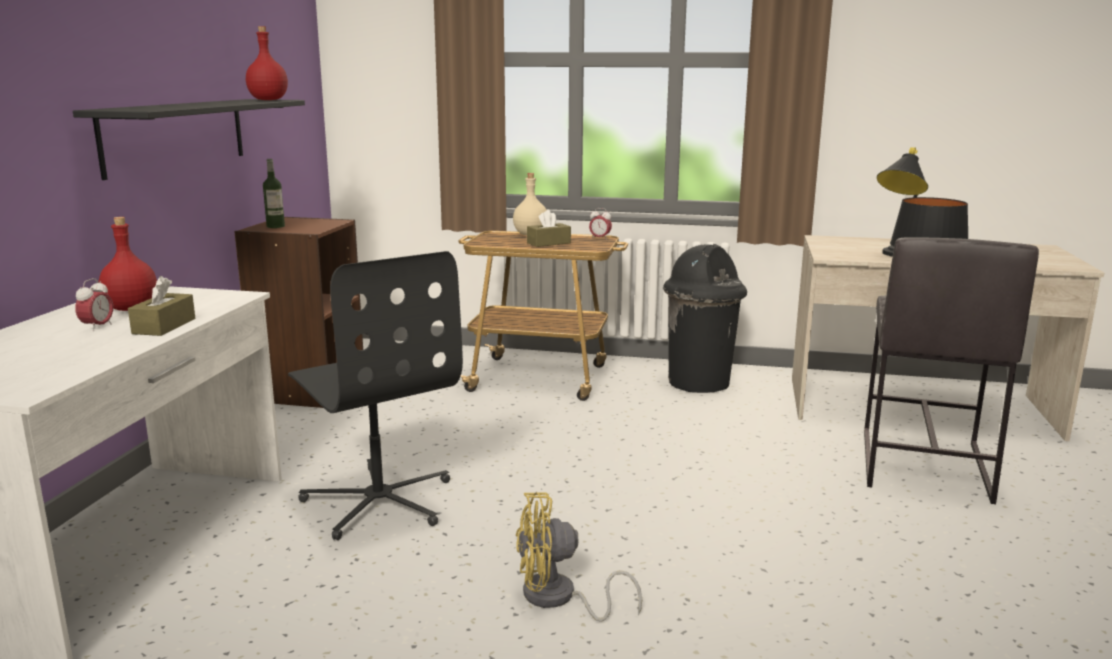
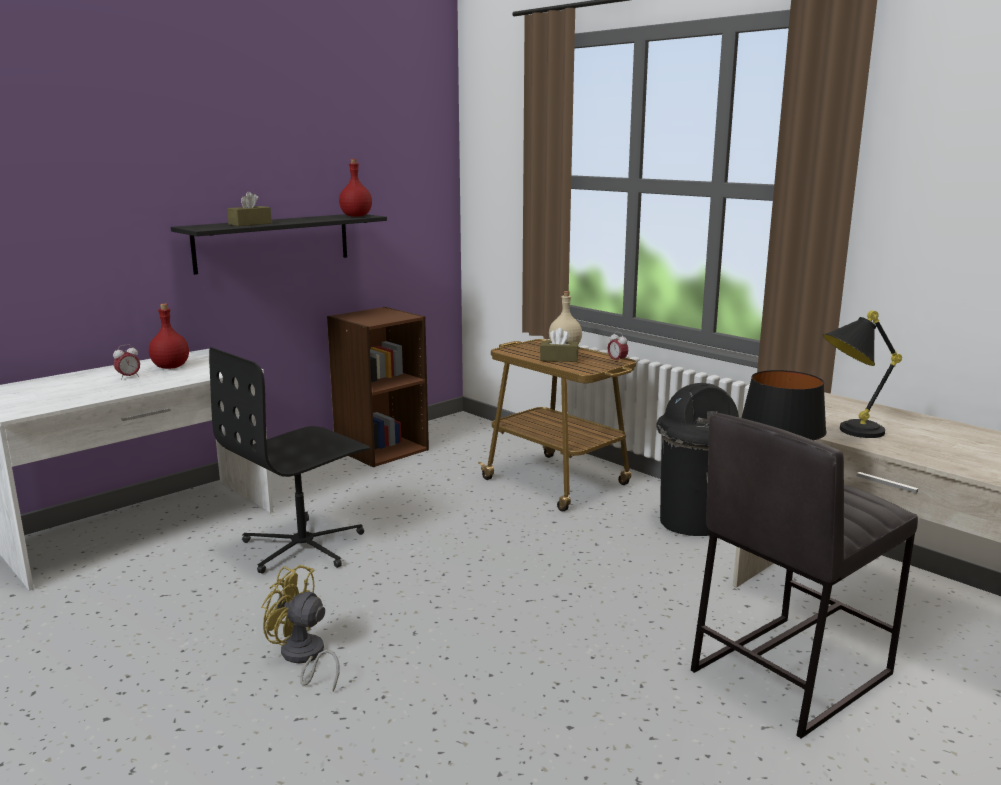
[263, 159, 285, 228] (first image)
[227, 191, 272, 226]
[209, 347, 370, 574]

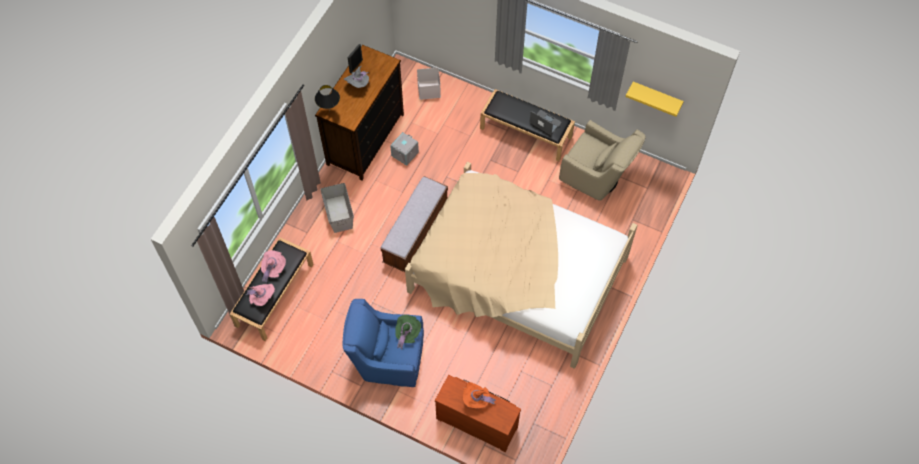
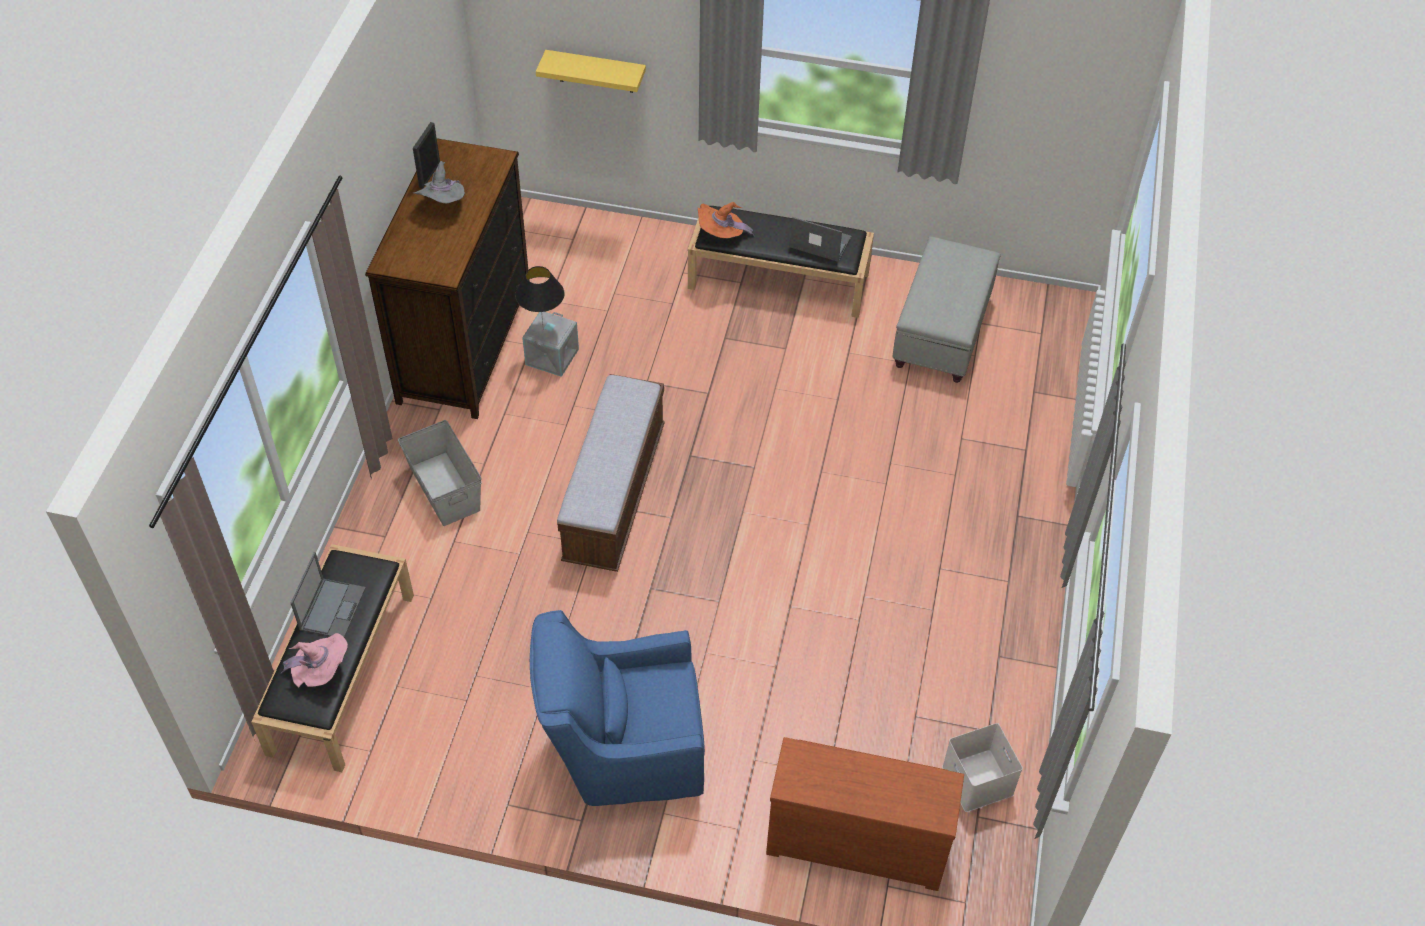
[395, 315, 421, 350] (first image)
[405, 162, 638, 369] (first image)
[515, 266, 565, 330]
[942, 723, 1023, 812]
[697, 202, 754, 239]
[536, 50, 646, 93]
[291, 552, 366, 638]
[893, 237, 1001, 383]

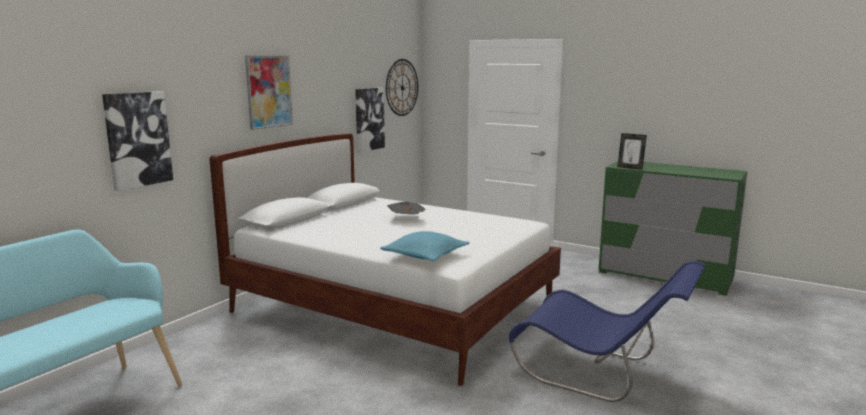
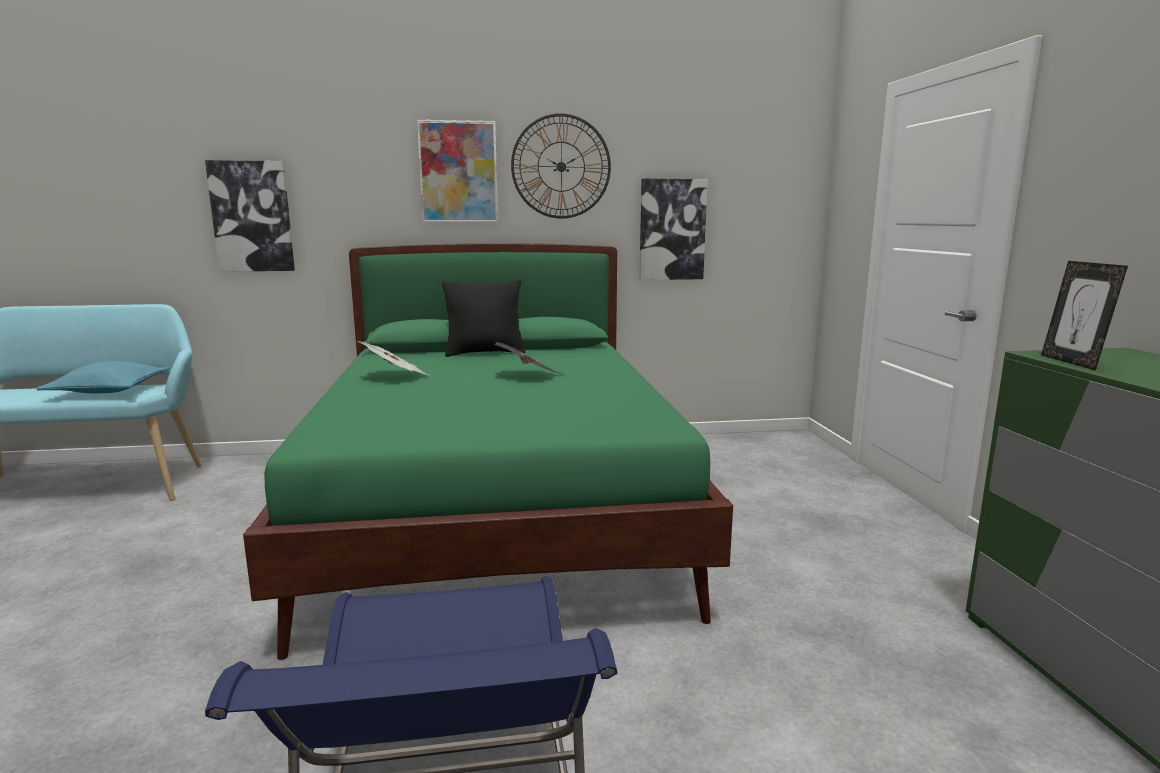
[358, 341, 430, 376]
[442, 280, 525, 357]
[37, 361, 169, 393]
[511, 113, 611, 219]
[243, 243, 733, 660]

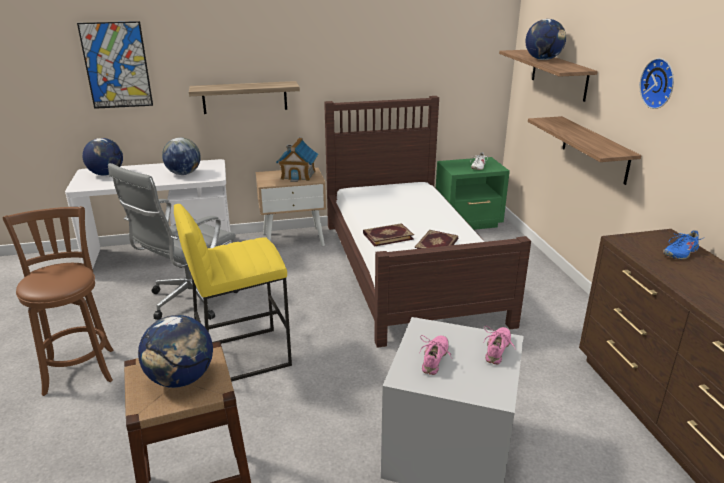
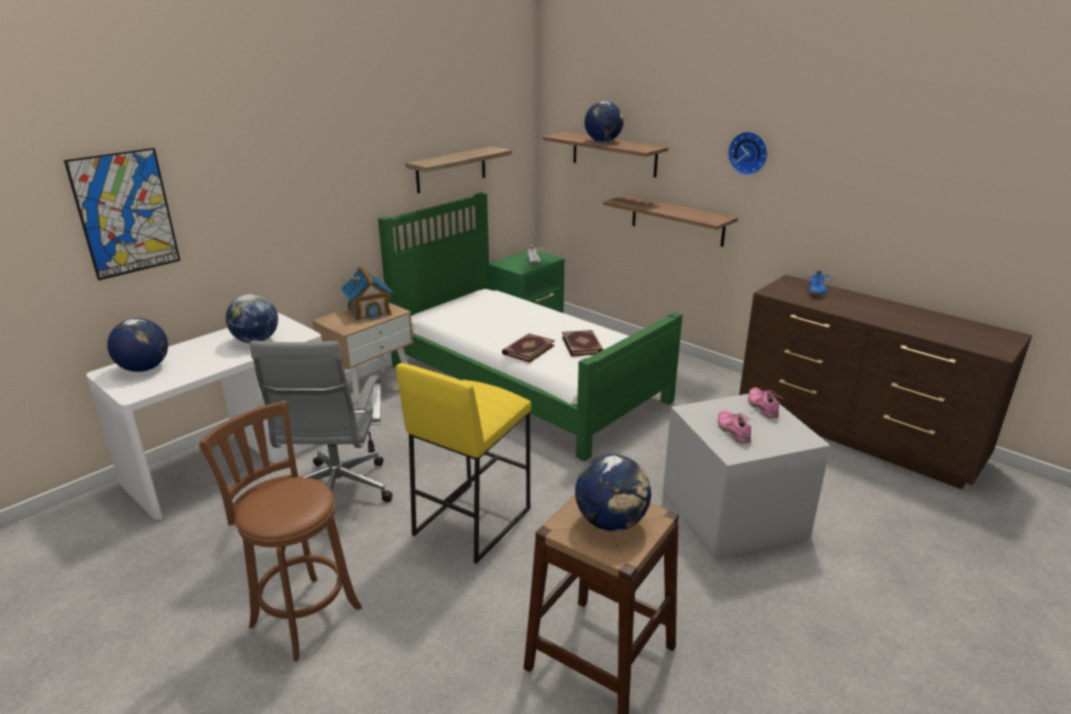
[406, 146, 512, 193]
[378, 193, 683, 462]

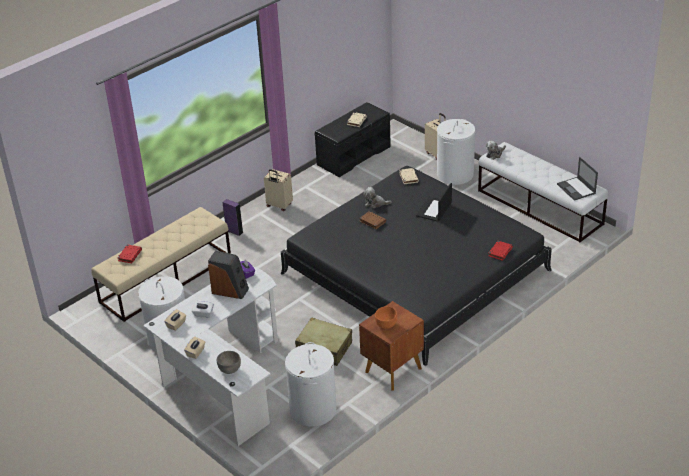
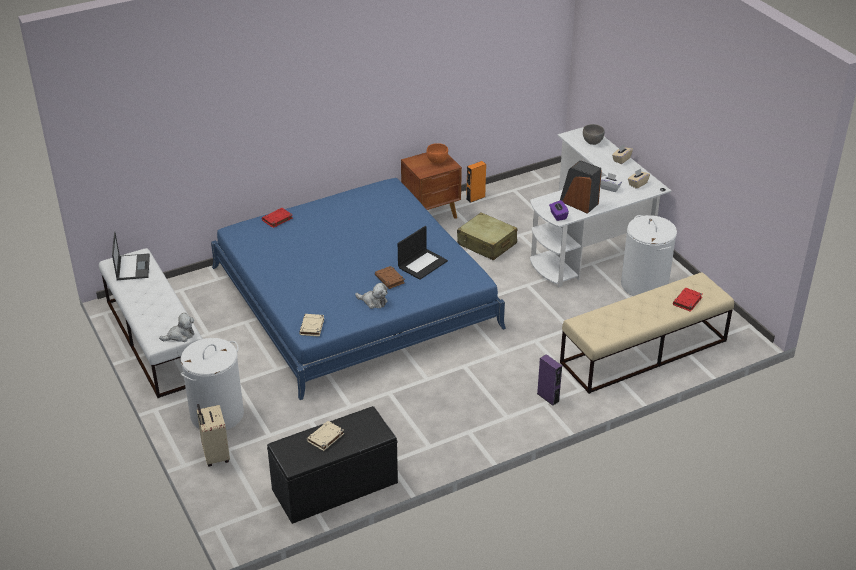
[264, 169, 293, 211] (first image)
[285, 342, 336, 427] (first image)
[466, 161, 486, 203]
[398, 226, 448, 280]
[211, 178, 506, 400]

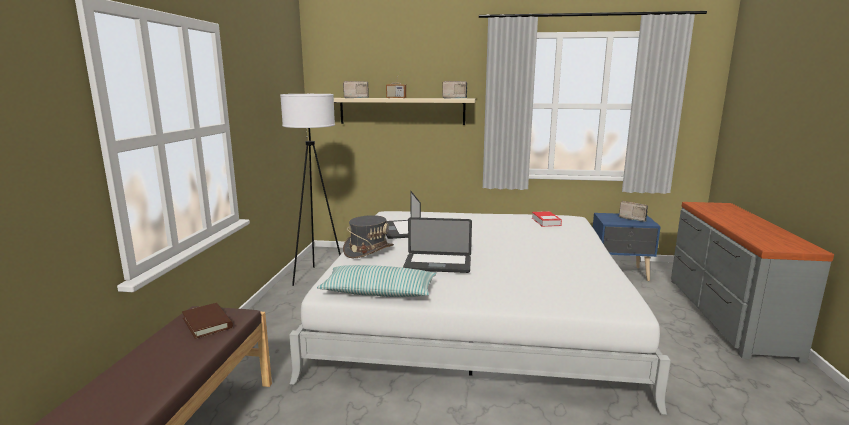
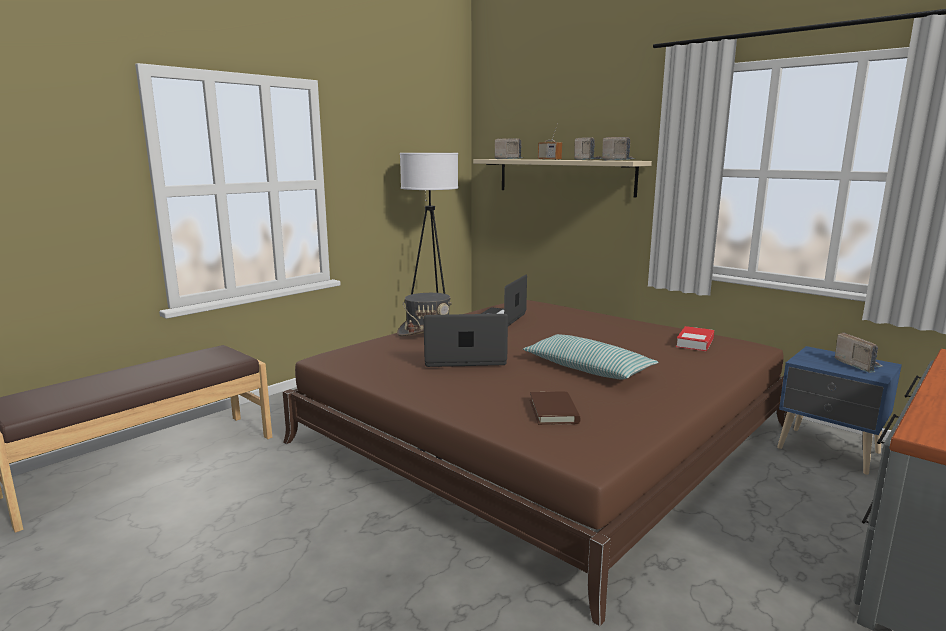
[574, 137, 602, 160]
[530, 391, 581, 425]
[523, 334, 658, 380]
[283, 300, 787, 626]
[424, 314, 508, 367]

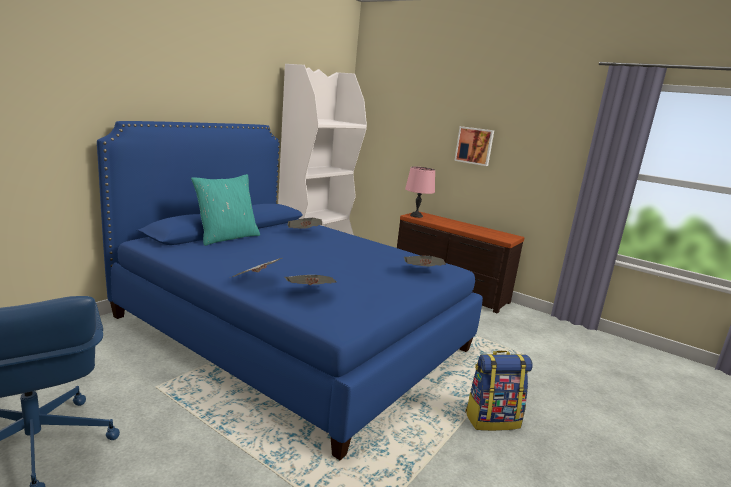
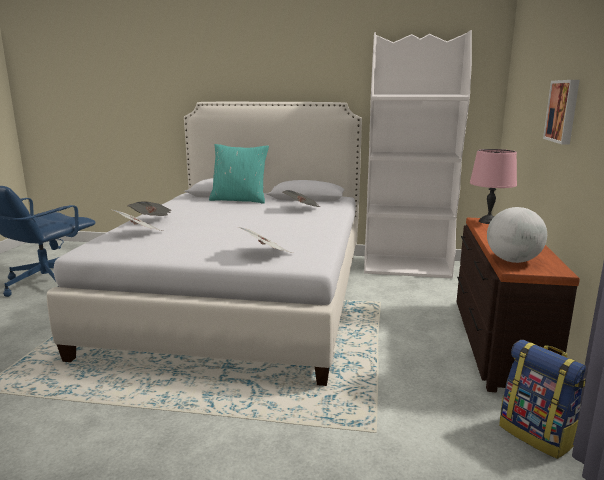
[487, 207, 547, 263]
[499, 340, 586, 459]
[47, 102, 362, 386]

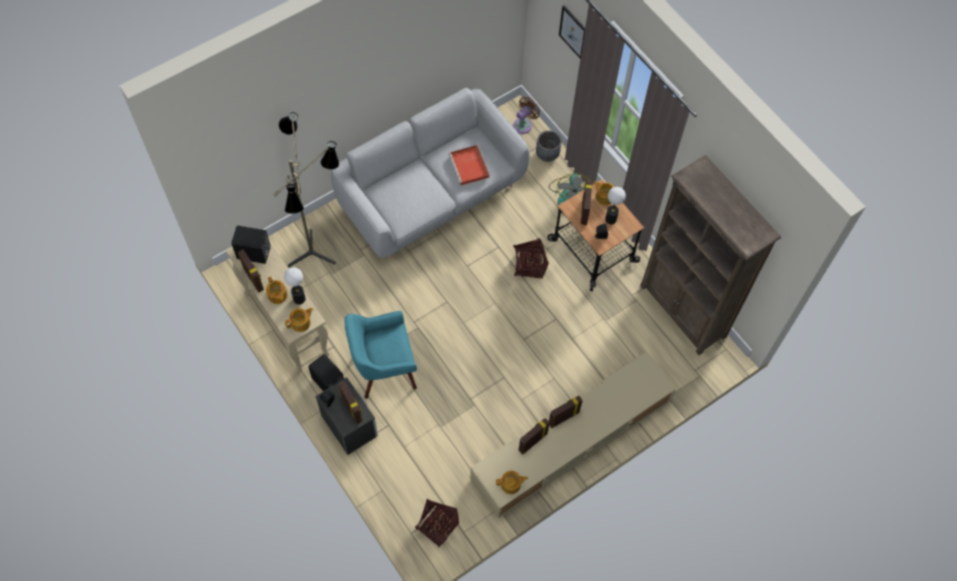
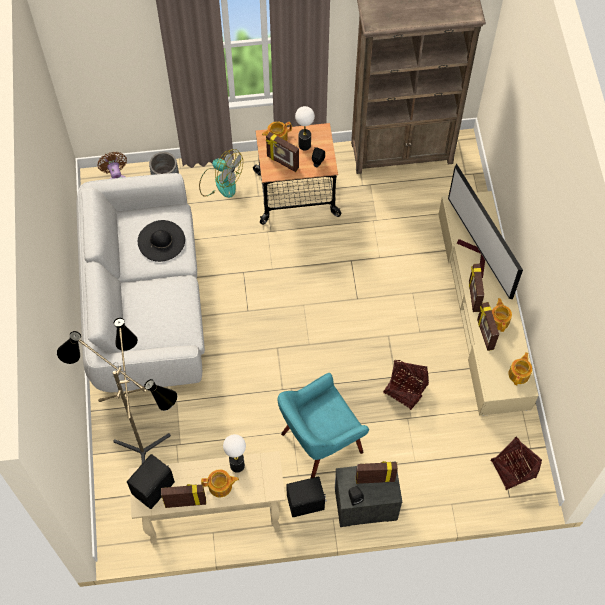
[559, 5, 585, 58] (first image)
[448, 164, 523, 299]
[492, 298, 512, 332]
[383, 360, 429, 410]
[138, 220, 185, 262]
[278, 373, 369, 478]

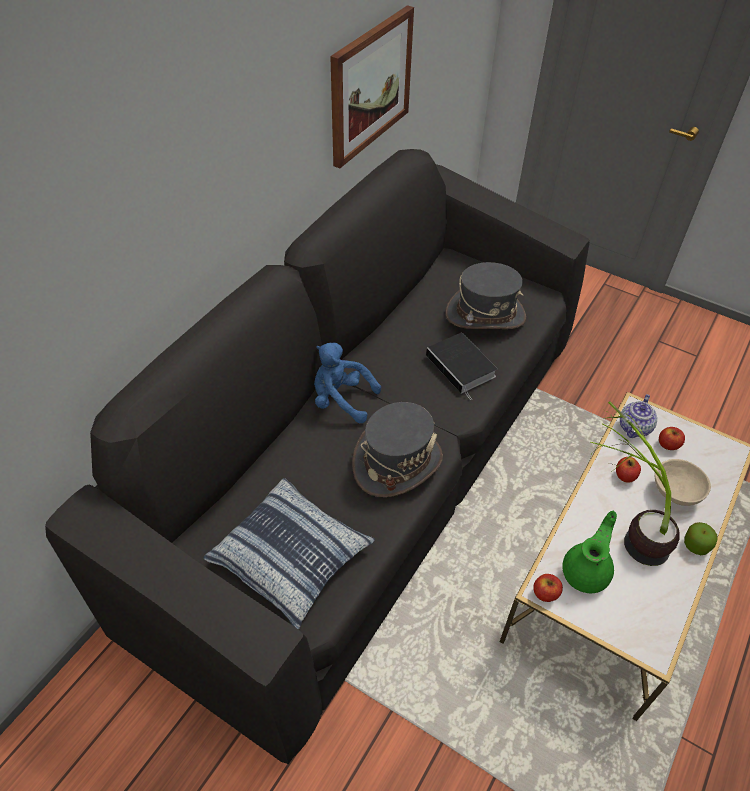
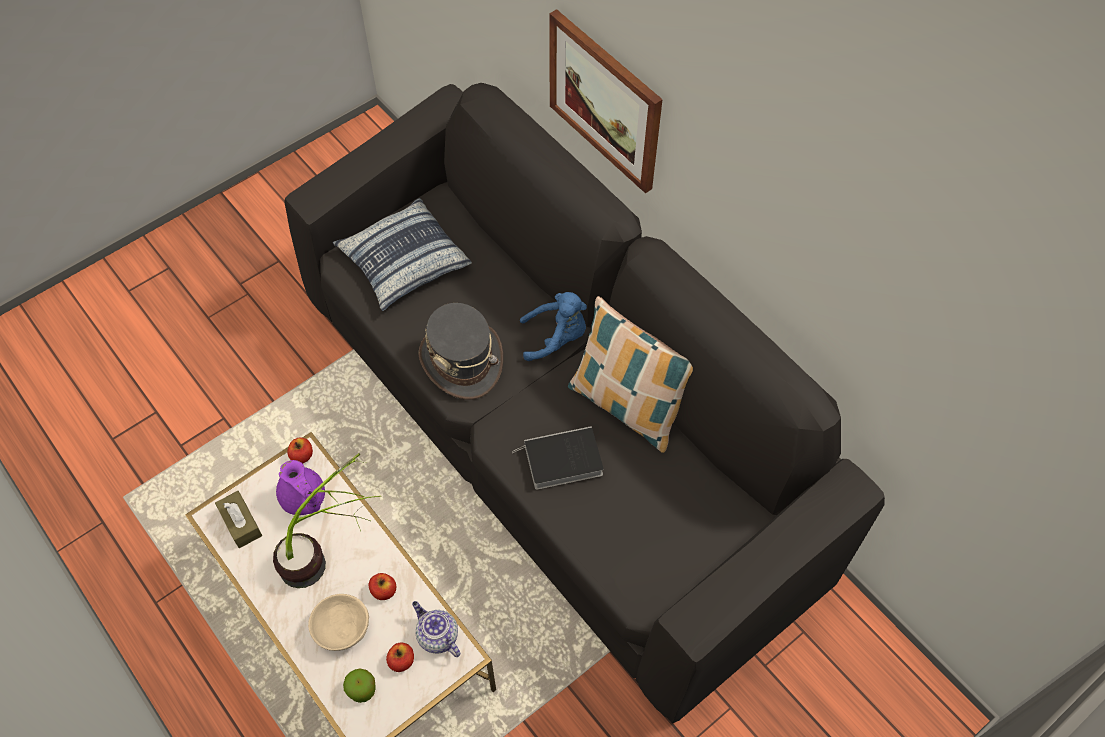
[445, 262, 526, 329] (first image)
[215, 491, 262, 548]
[568, 296, 693, 453]
[549, 9, 663, 193]
[343, 668, 376, 703]
[276, 460, 325, 515]
[520, 292, 587, 361]

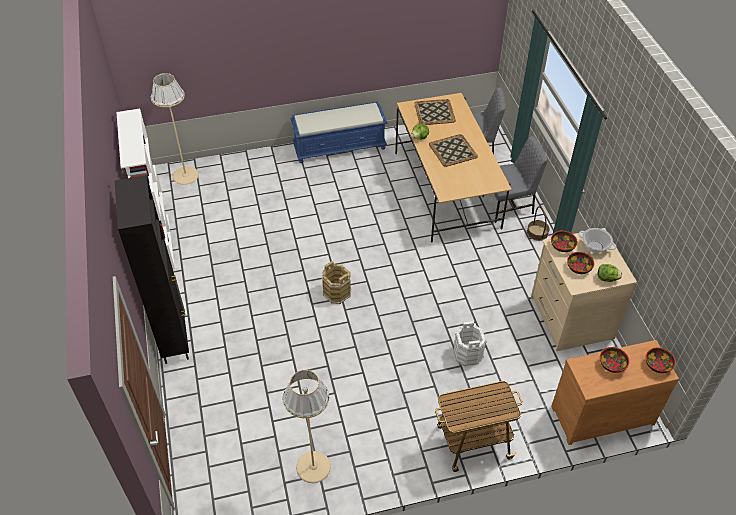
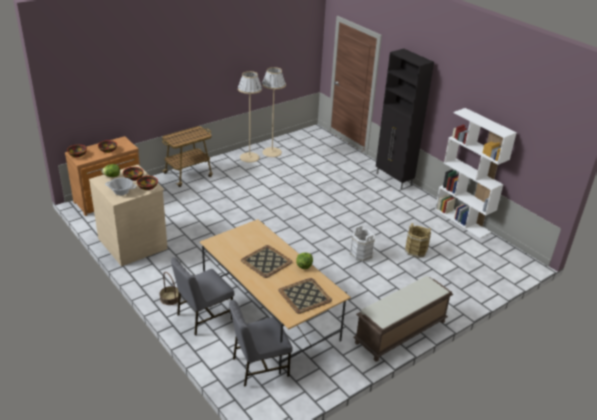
[238, 71, 262, 162]
[405, 223, 431, 258]
[350, 225, 376, 261]
[353, 276, 453, 362]

